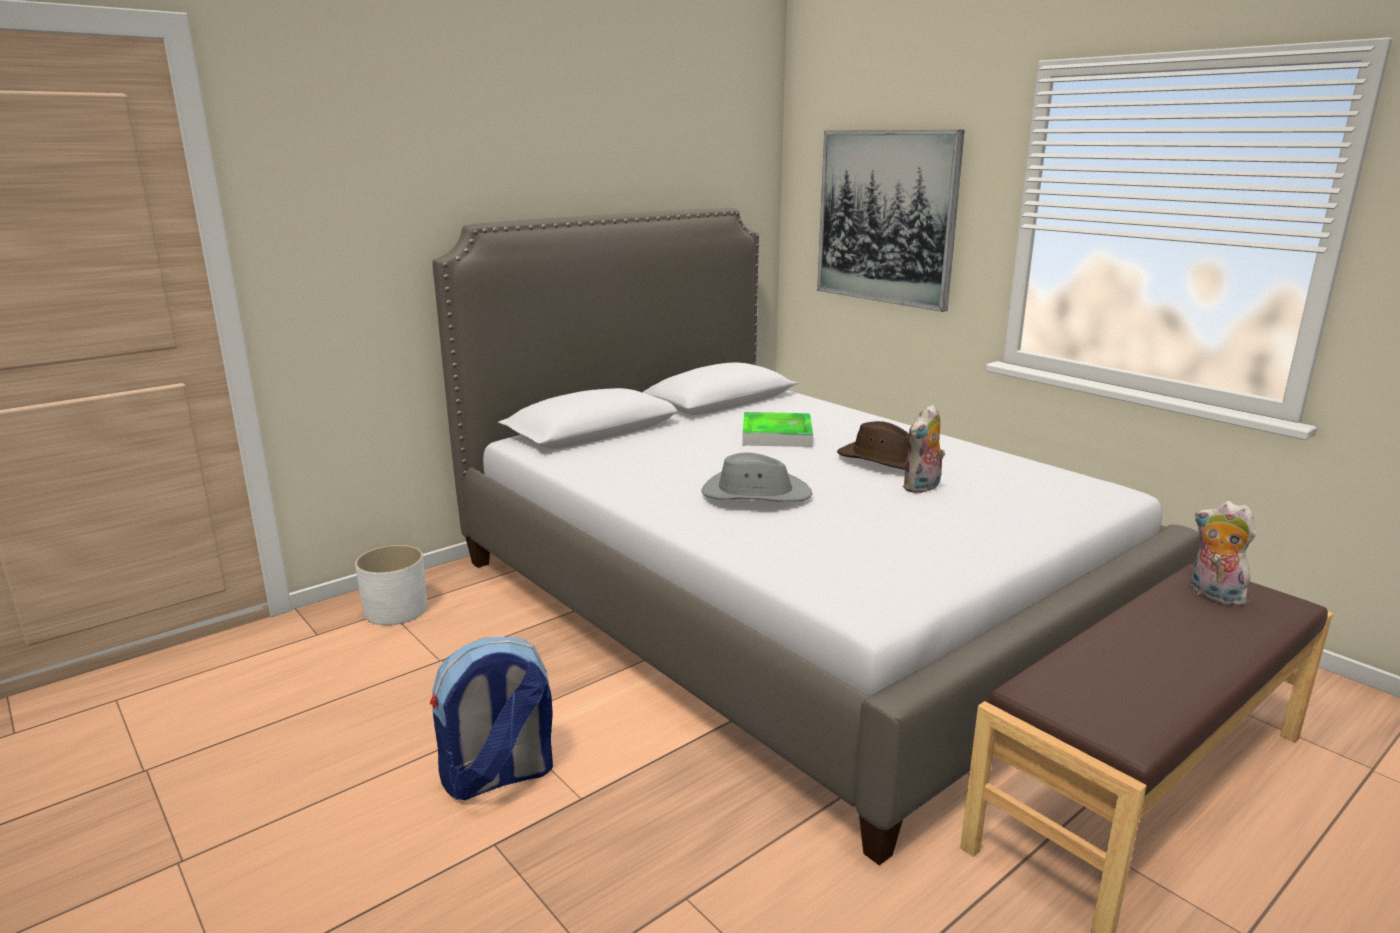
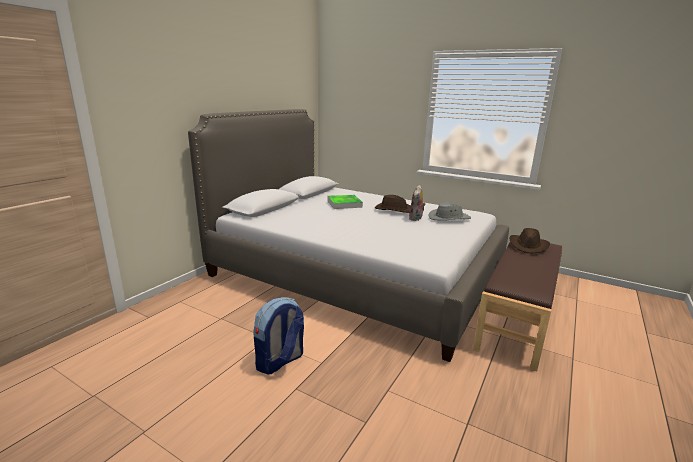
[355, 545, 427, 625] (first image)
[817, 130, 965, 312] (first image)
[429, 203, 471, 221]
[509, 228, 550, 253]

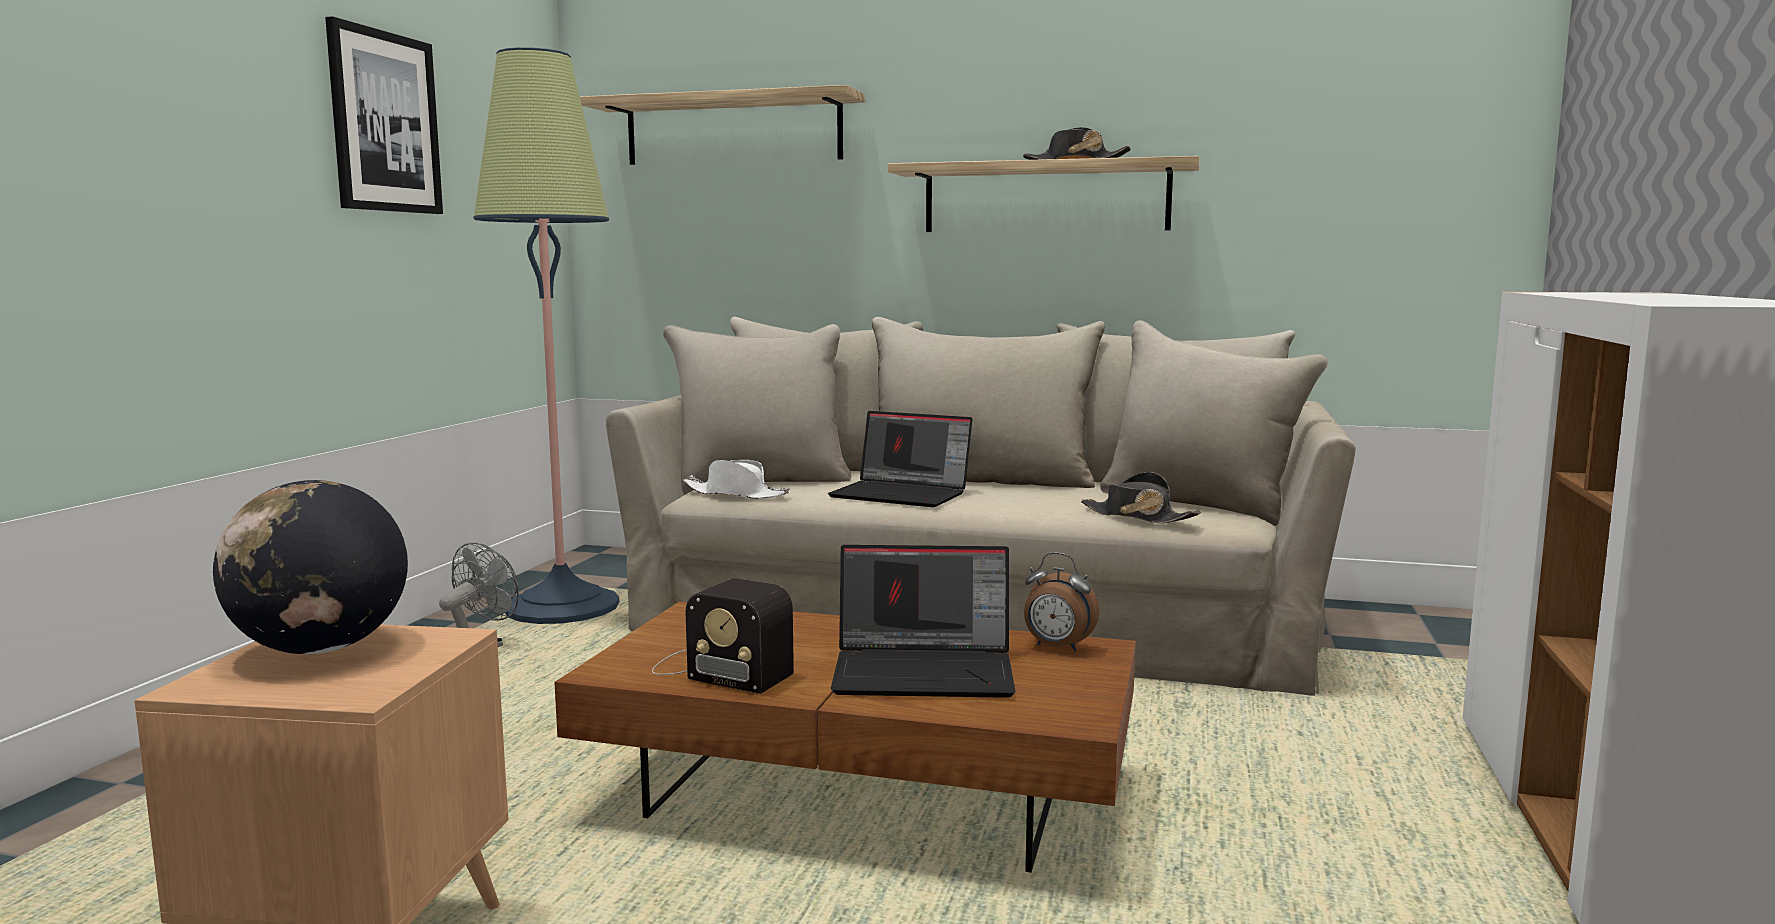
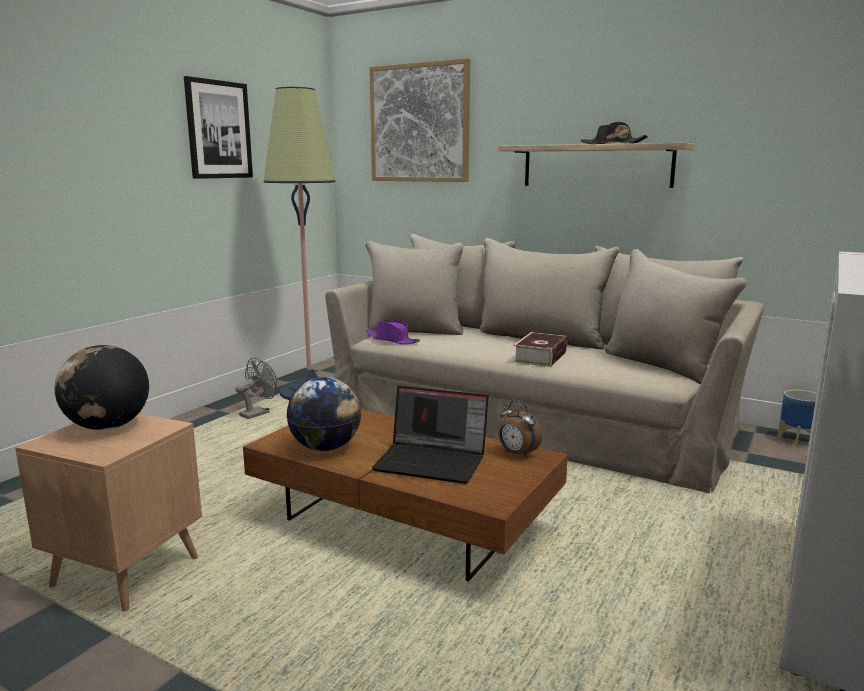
[828, 411, 973, 507] (first image)
[1081, 472, 1201, 524] (first image)
[513, 332, 567, 367]
[778, 390, 817, 447]
[369, 58, 470, 182]
[286, 377, 361, 451]
[366, 320, 420, 344]

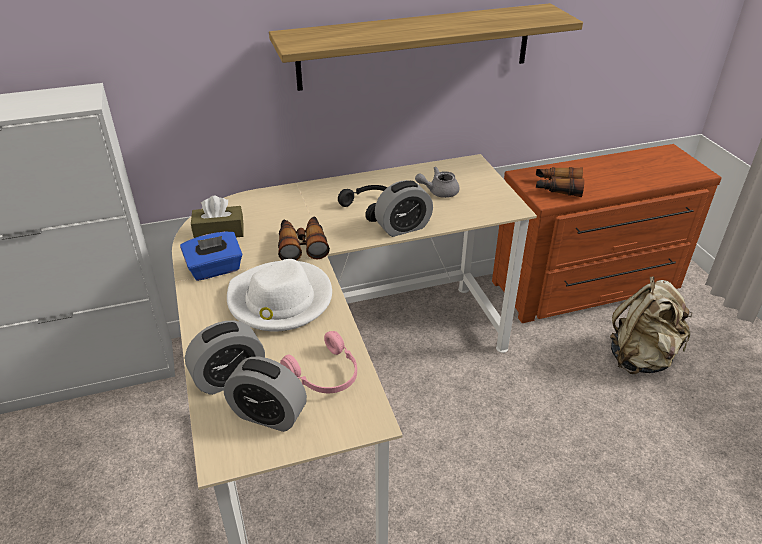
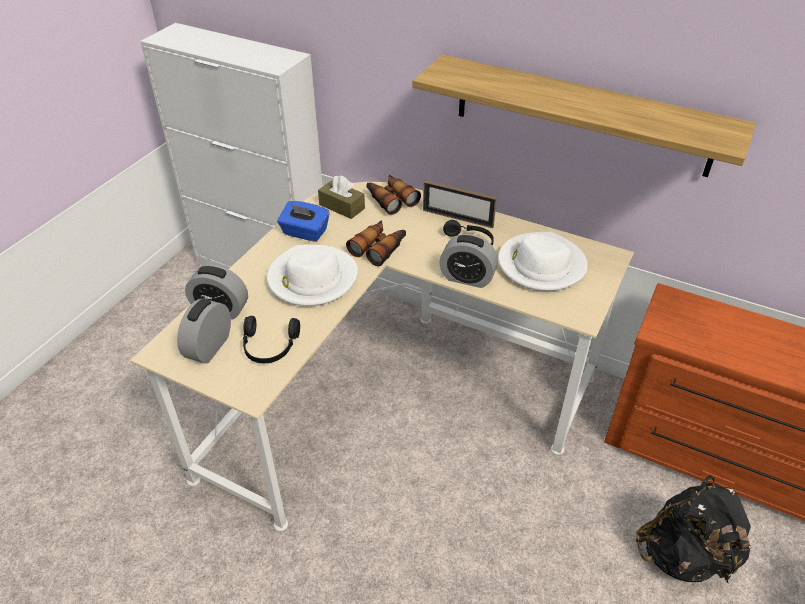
[423, 180, 497, 228]
[367, 175, 421, 215]
[498, 232, 588, 291]
[243, 316, 300, 363]
[635, 475, 752, 584]
[177, 299, 231, 363]

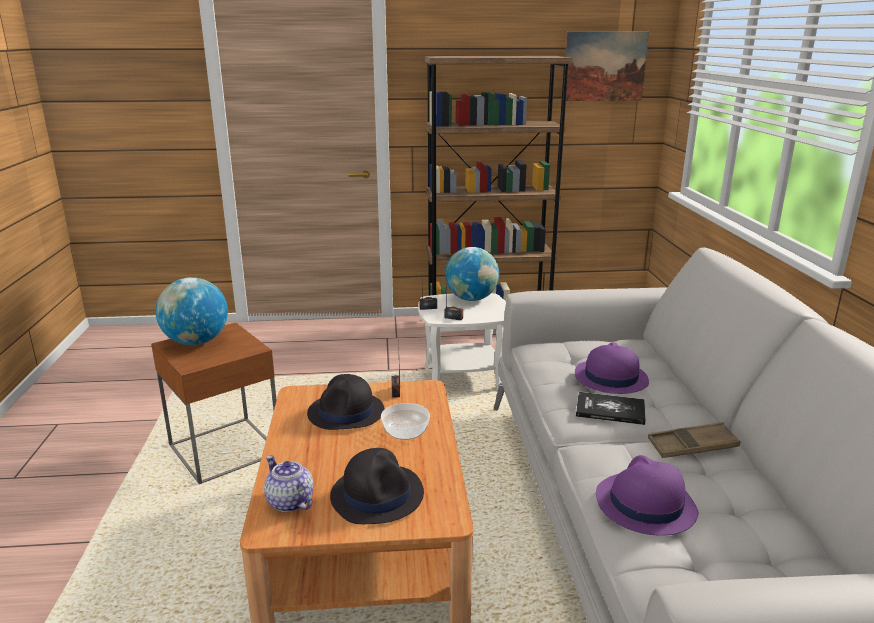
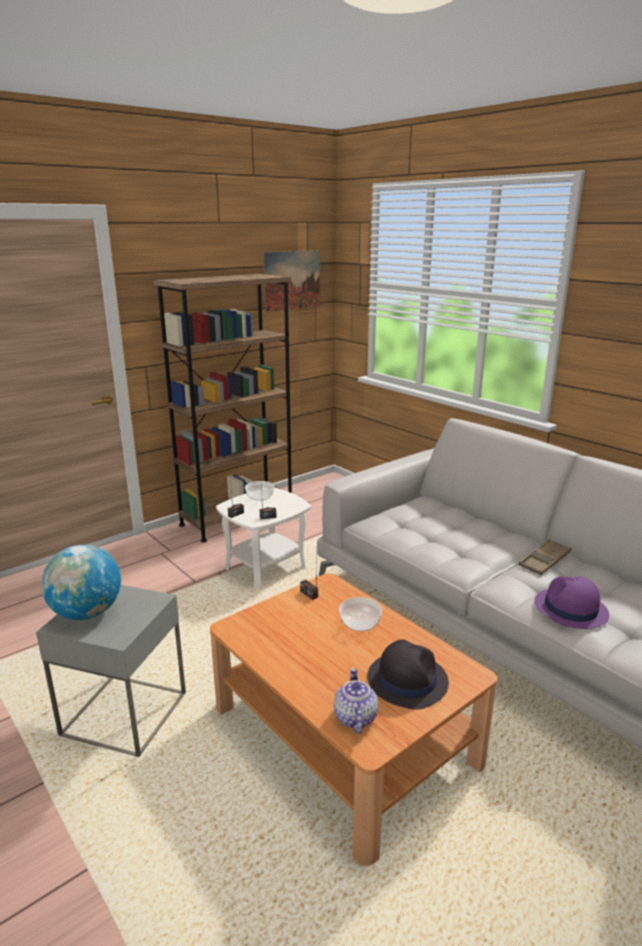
[307, 374, 384, 430] (first image)
[575, 342, 649, 394] (first image)
[576, 392, 646, 425] (first image)
[245, 481, 274, 501]
[36, 585, 186, 757]
[334, 668, 378, 734]

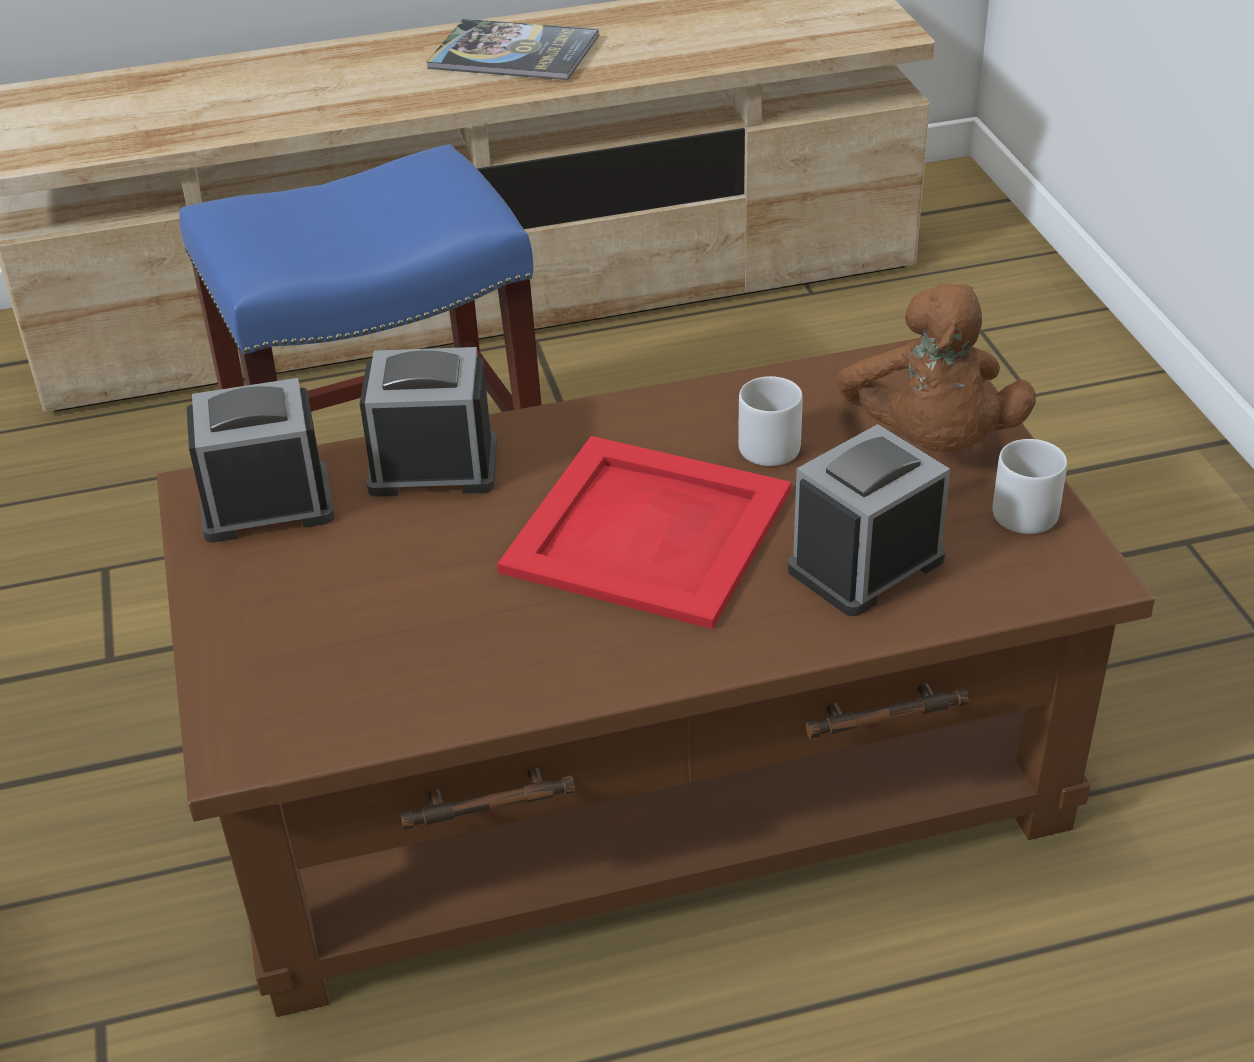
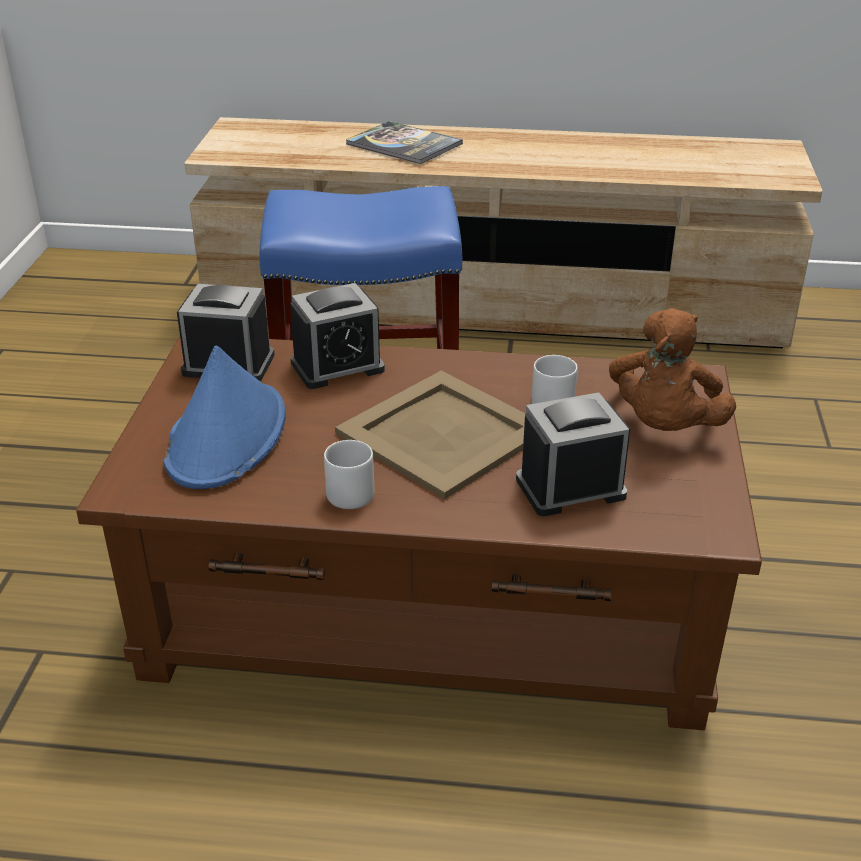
[163, 345, 285, 489]
[346, 121, 463, 164]
[324, 440, 374, 509]
[335, 371, 526, 499]
[290, 283, 385, 389]

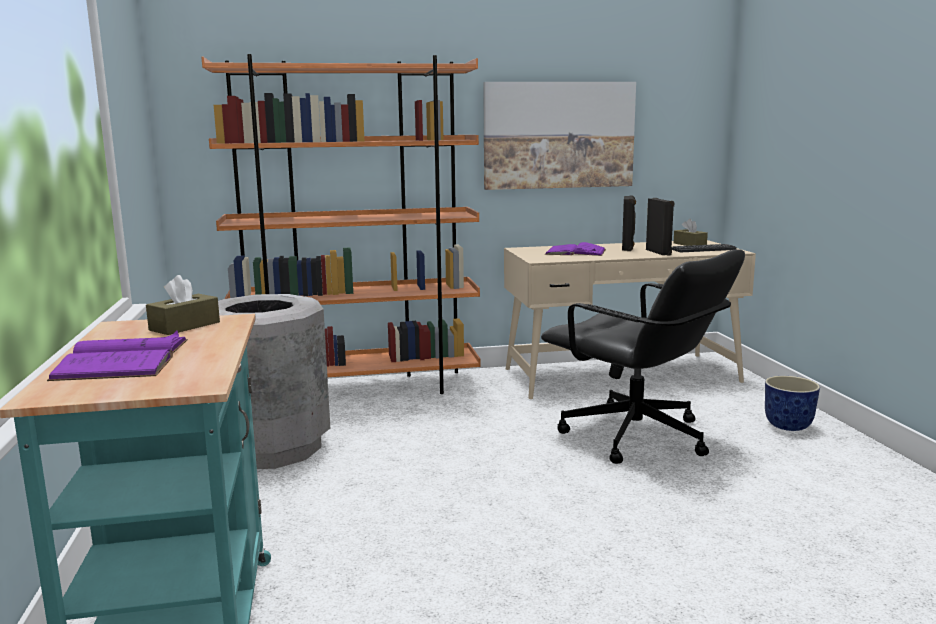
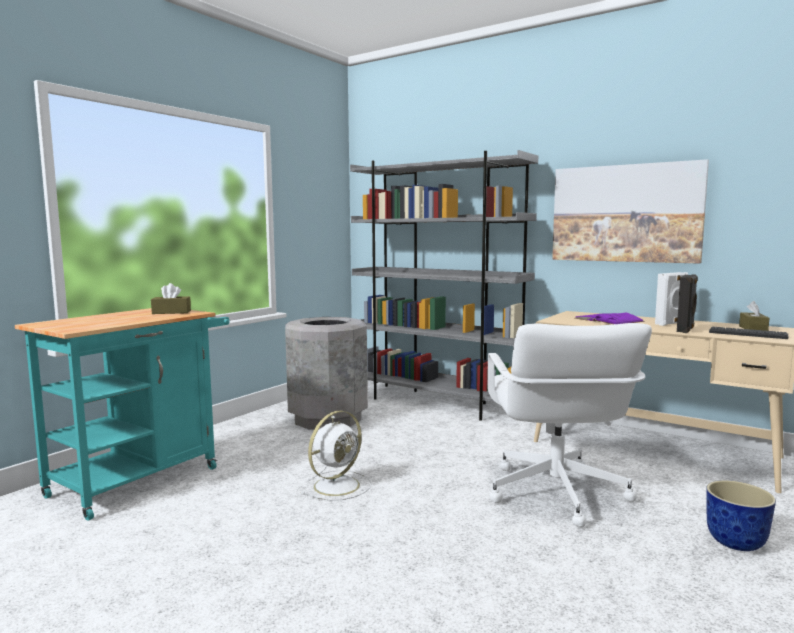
[47, 331, 188, 381] (first image)
[300, 411, 372, 501]
[350, 150, 538, 421]
[488, 323, 652, 527]
[655, 272, 688, 326]

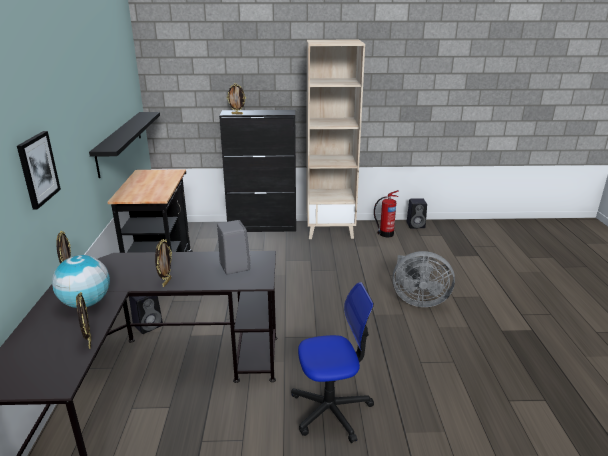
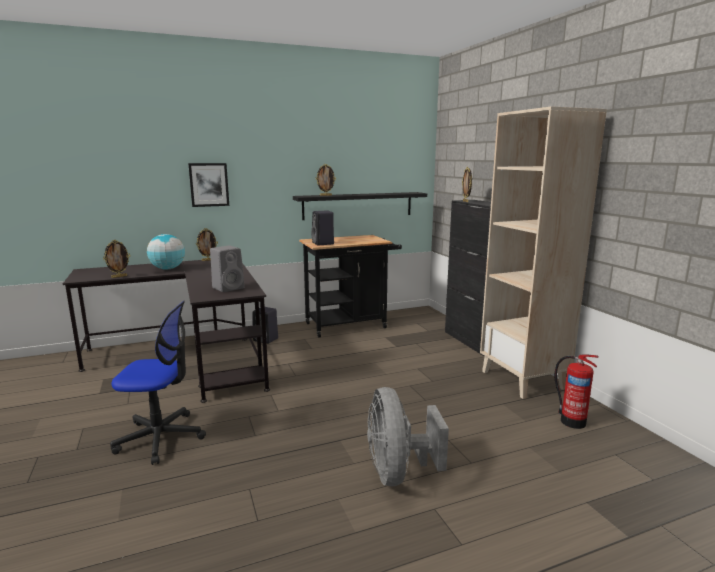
[316, 164, 336, 196]
[311, 210, 334, 245]
[110, 301, 206, 465]

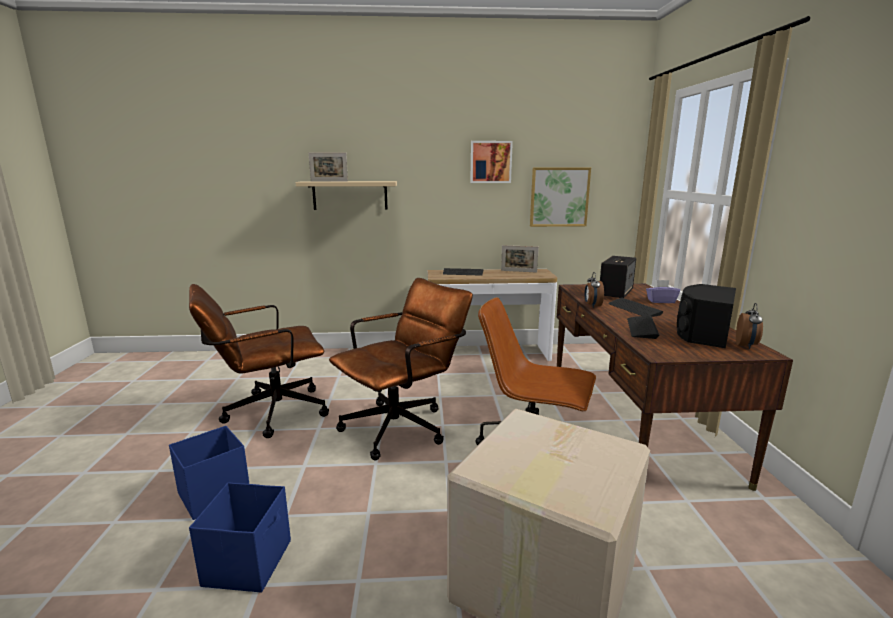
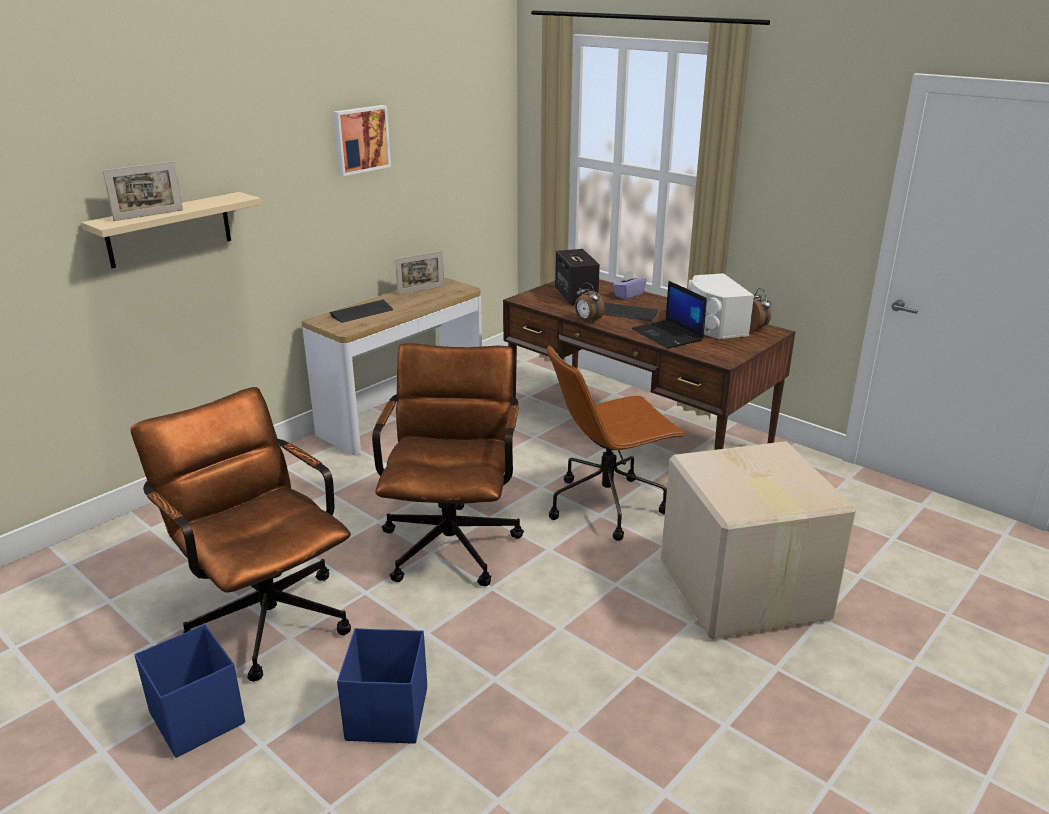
[530, 168, 591, 227] (first image)
[134, 624, 245, 758]
[632, 281, 707, 349]
[688, 273, 754, 339]
[130, 387, 351, 682]

